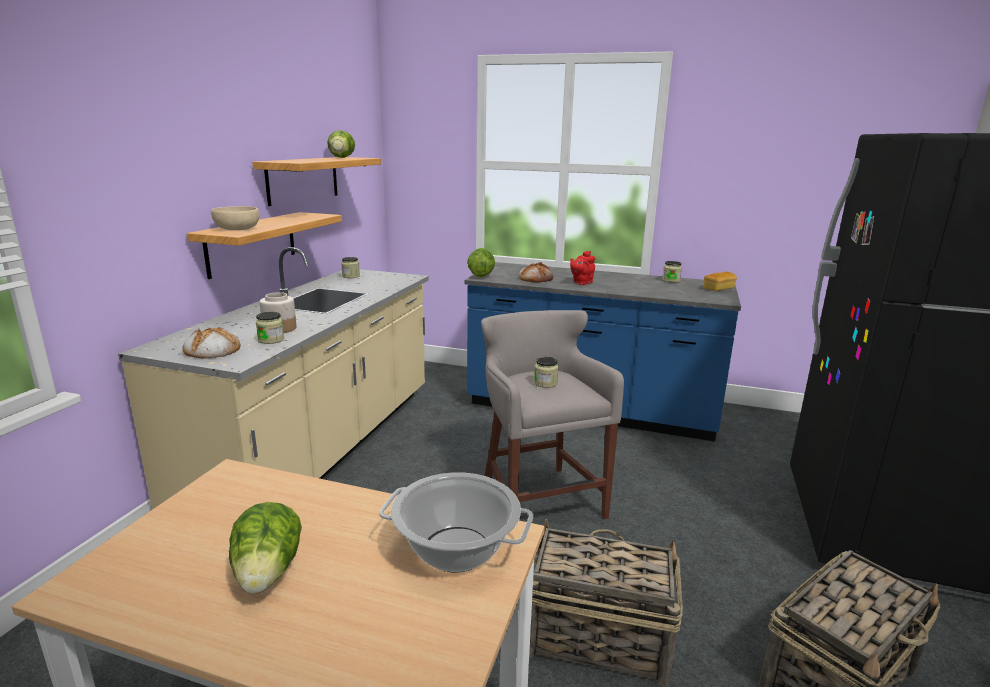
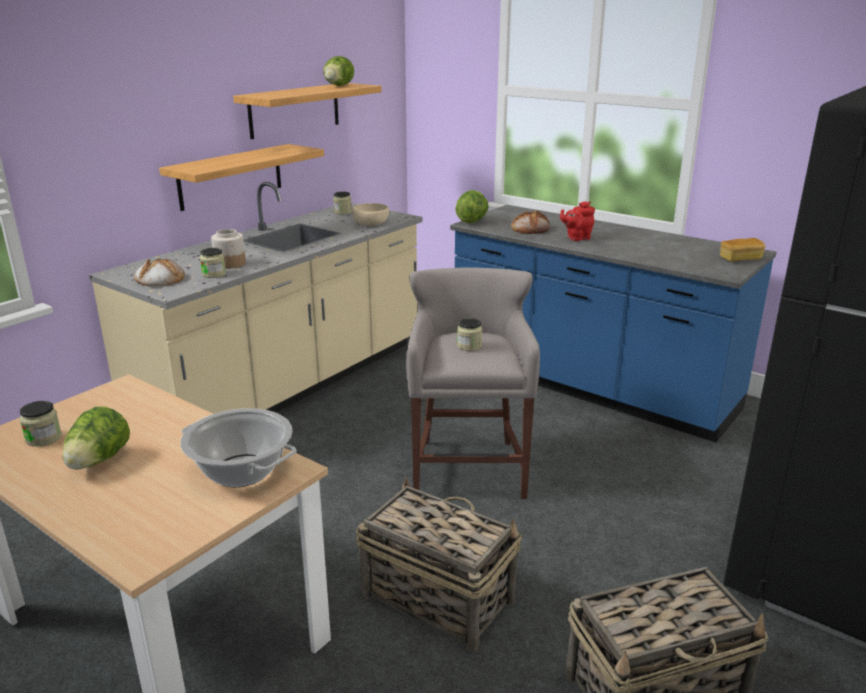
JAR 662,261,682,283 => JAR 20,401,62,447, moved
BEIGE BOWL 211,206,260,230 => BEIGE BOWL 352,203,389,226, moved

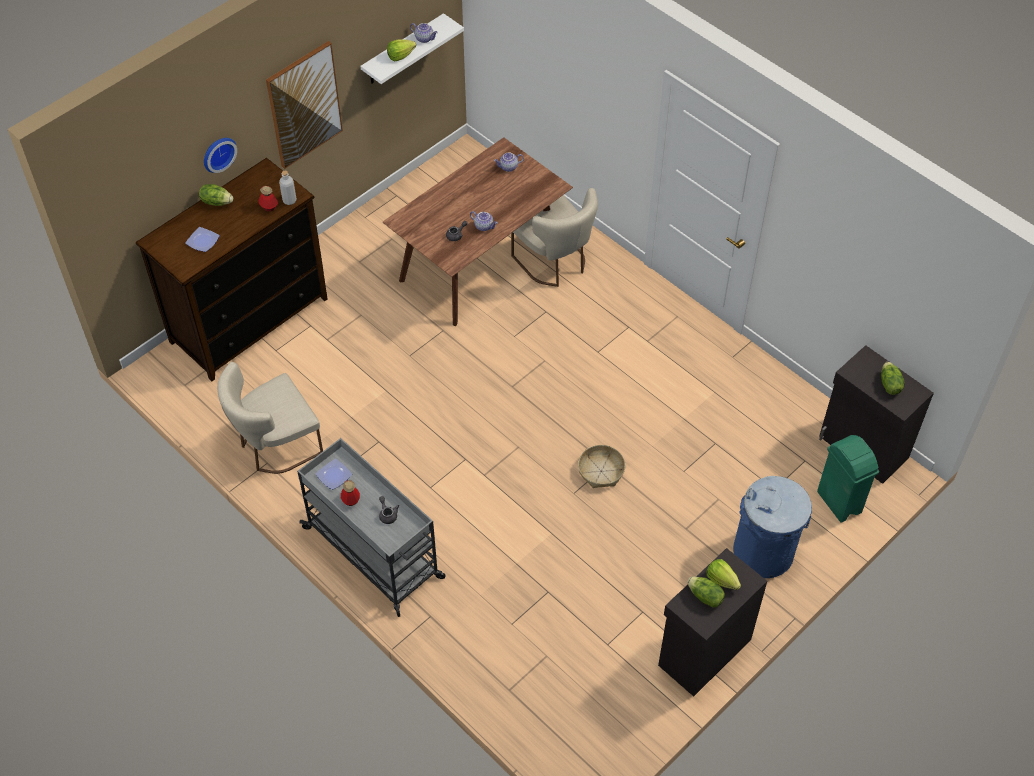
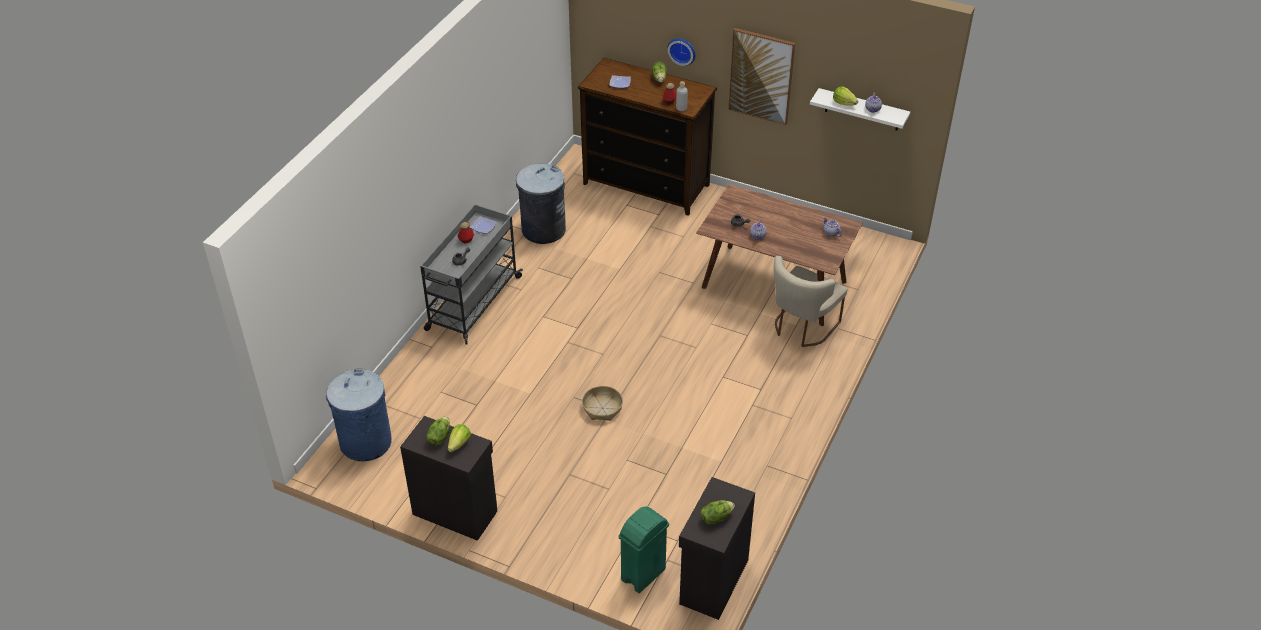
BLUE TRASH CAN 733,476,812,578 => BLUE TRASH CAN 326,368,392,461, moved
BEIGE CHAIR 217,362,323,474 => GREY TRASH CAN 516,163,566,244

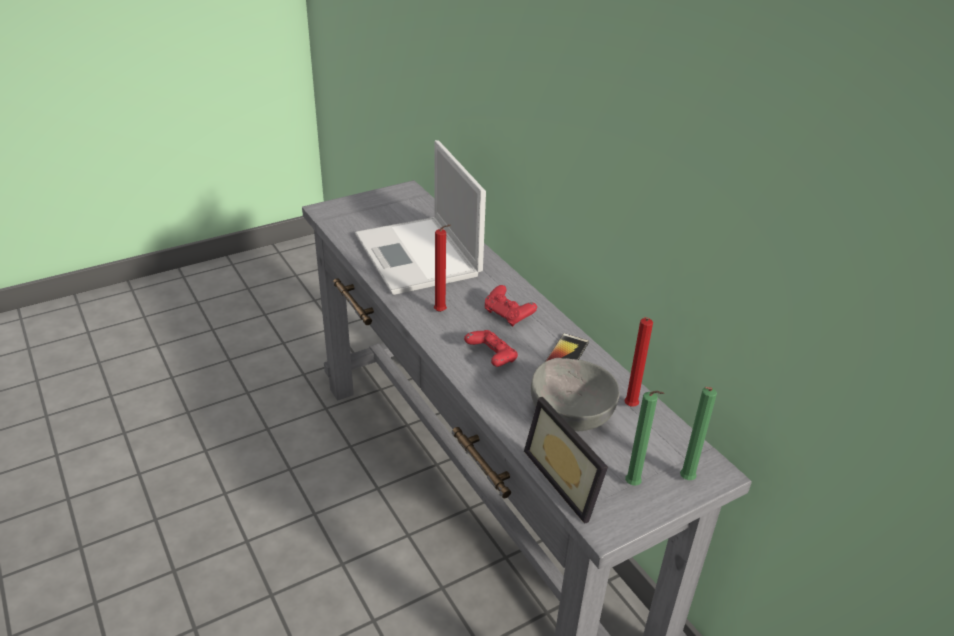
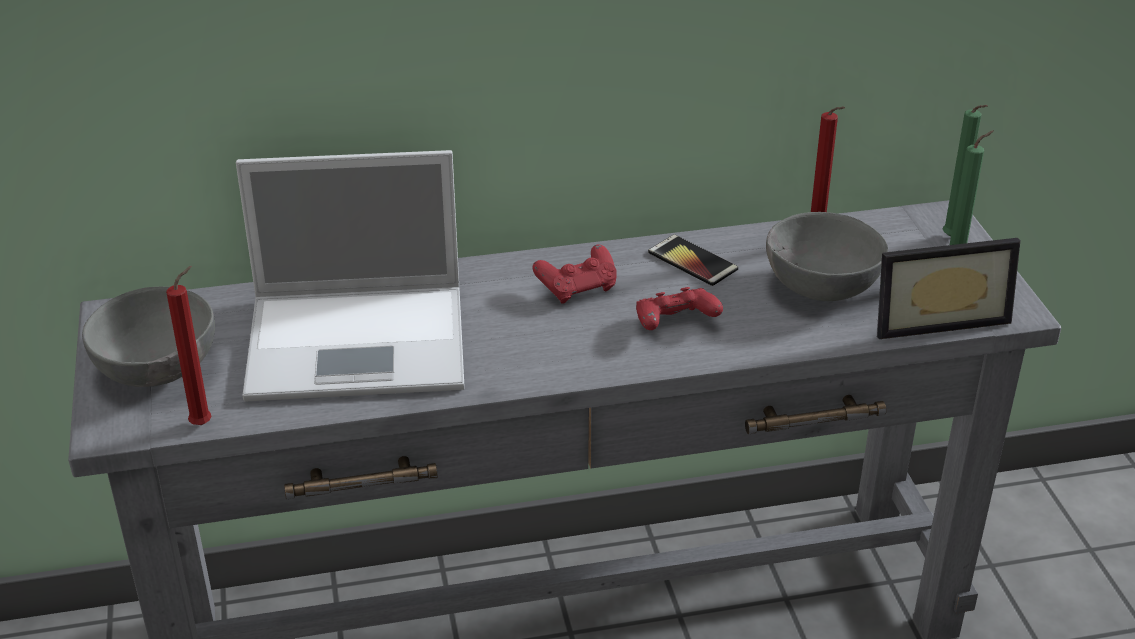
nothing => GREY BOWL 82,287,215,387
RED CANDLE 434,225,451,312 => RED CANDLE 166,266,212,425, moved

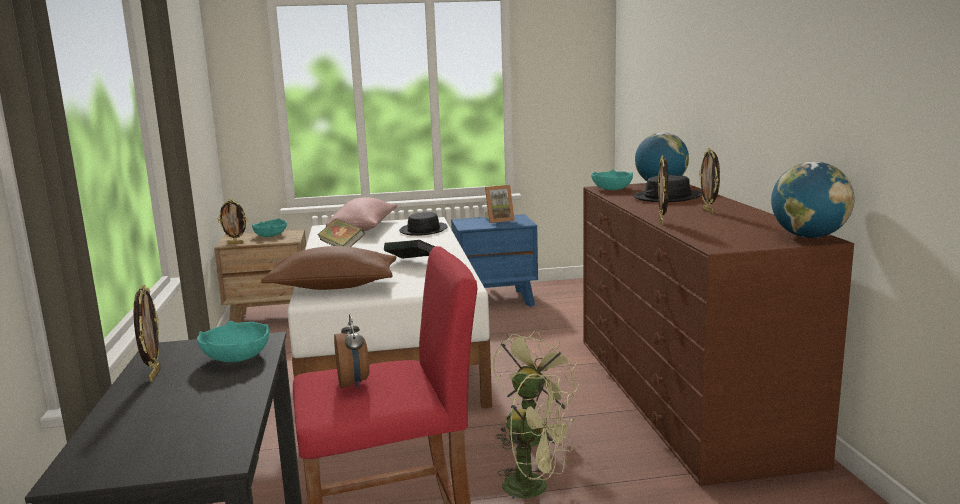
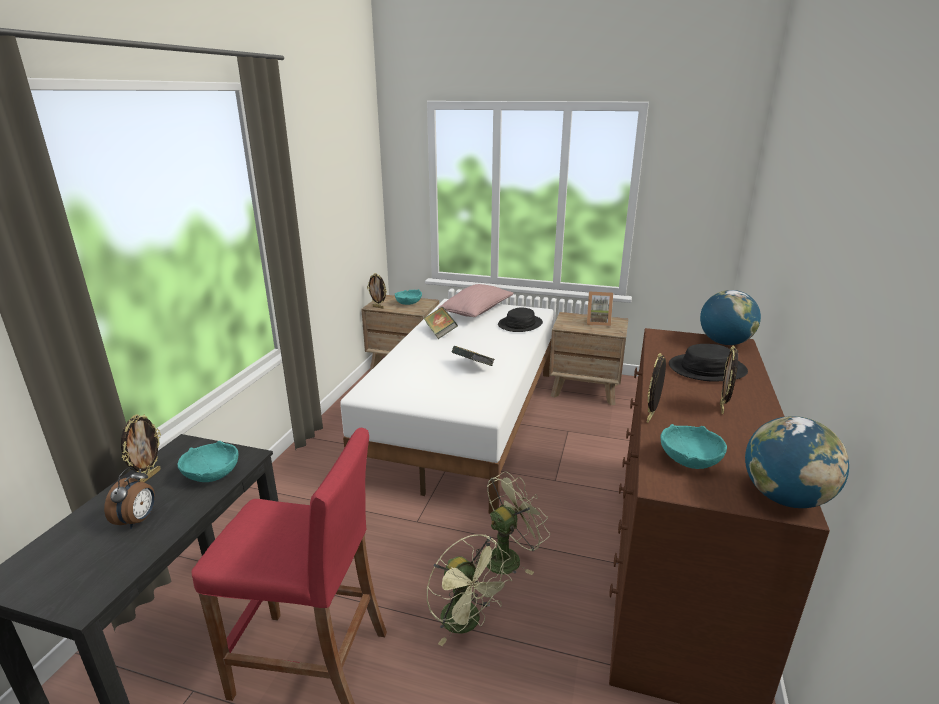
ALARM CLOCK 334,314,369,389 => ALARM CLOCK 104,467,155,529, moved
BLUE NIGHTSTAND 451,214,538,307 => BROWN NIGHTSTAND 549,312,628,406
TURQUOISE BOWL 591,170,633,190 => TURQUOISE BOWL 661,424,727,469, moved
BROWN PILLOW 261,246,397,290 => nothing

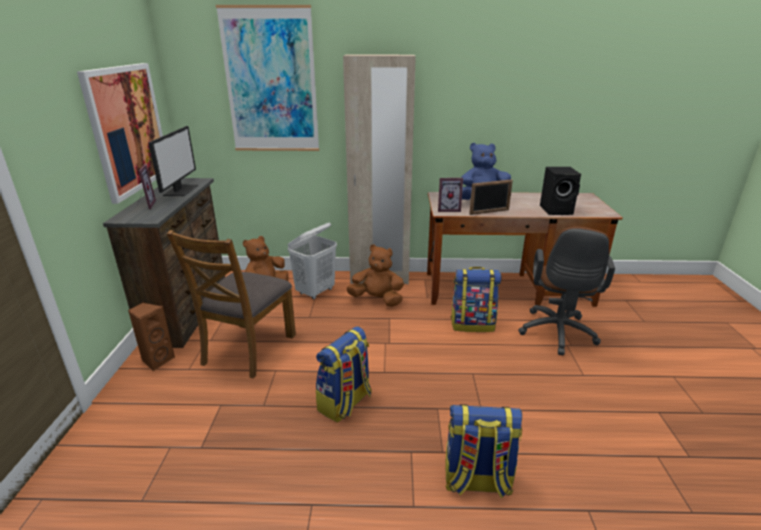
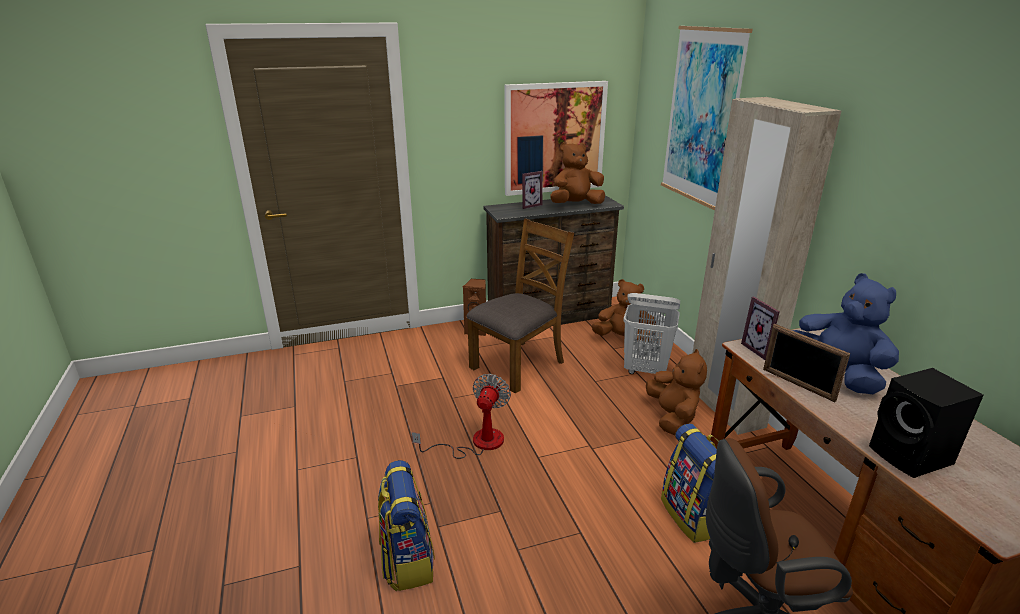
BACKPACK 316,326,372,423 => FAN 412,374,511,459
BROWN CHAIR 166,230,296,379 => BROWN CHAIR 466,218,574,393, 135 degrees clockwise
MONITOR 148,126,198,196 => BROWN PLUSH TOY 550,142,605,204

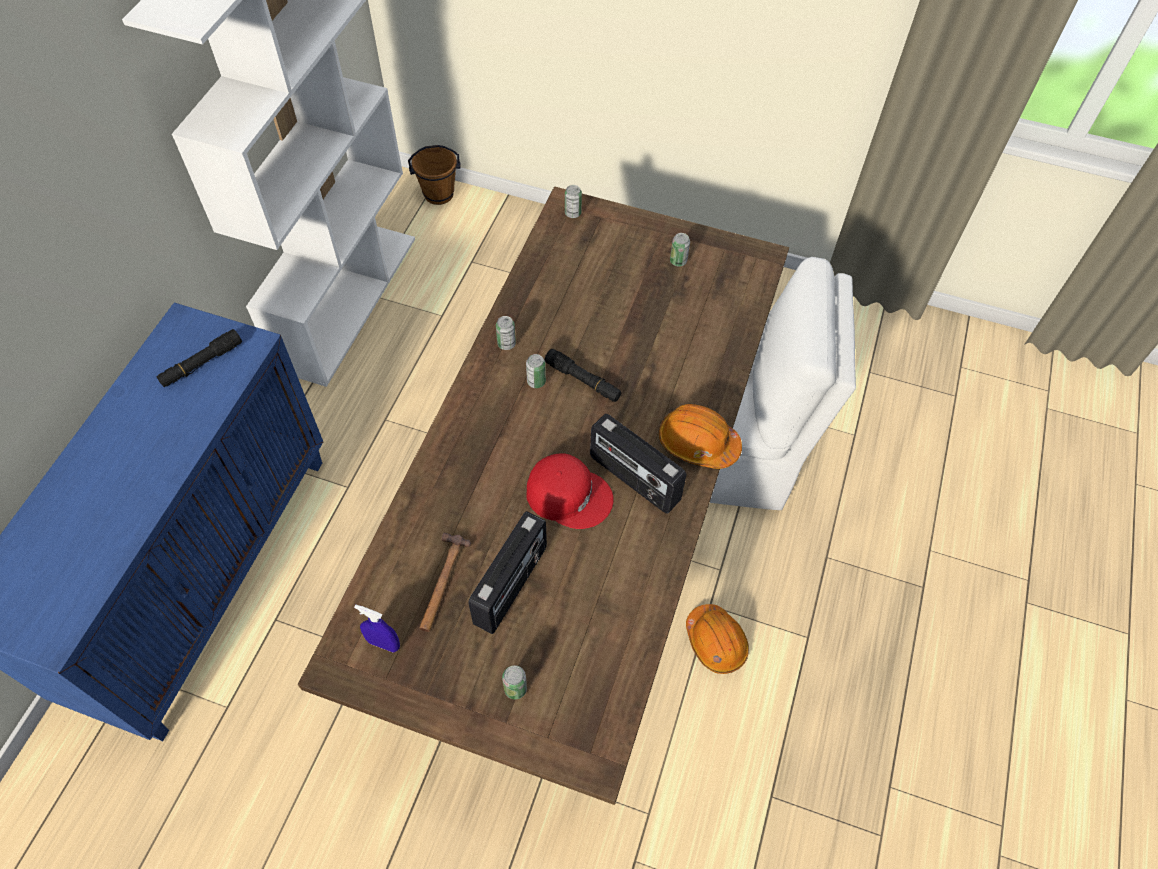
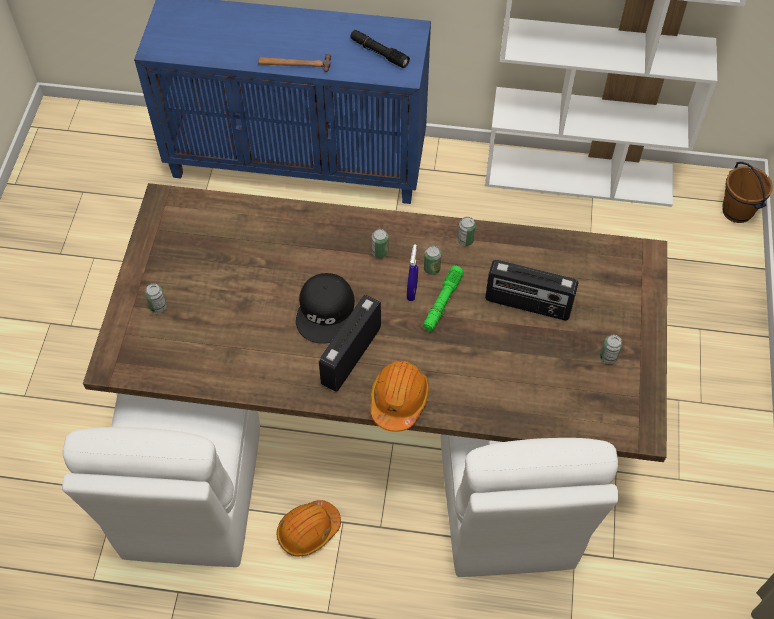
nothing => WHITE CHAIR 62,393,260,567
HAMMER 419,532,471,632 => HAMMER 258,54,331,72, moved
RED CAP 526,453,613,529 => BLACK CAP 296,273,355,344
CAN 565,185,582,218 => CAN 372,229,388,258, moved
BLUE SPRAY BOTTLE 354,605,400,653 => BLUE SPRAY BOTTLE 407,244,418,301, moved
BLACK FLASHLIGHT 545,349,622,402 => GREEN FLASHLIGHT 423,265,464,331
RADIO 468,511,547,634 => RADIO 485,260,578,320, moved

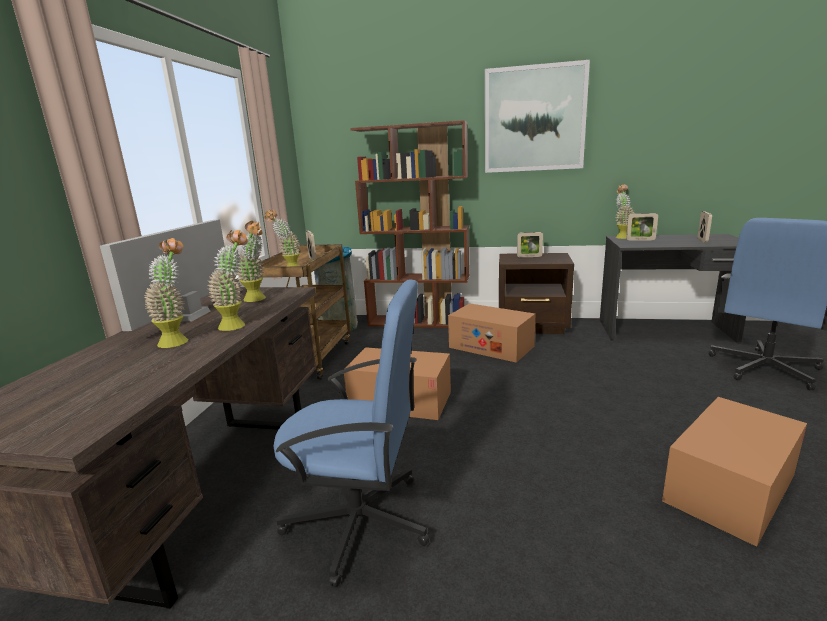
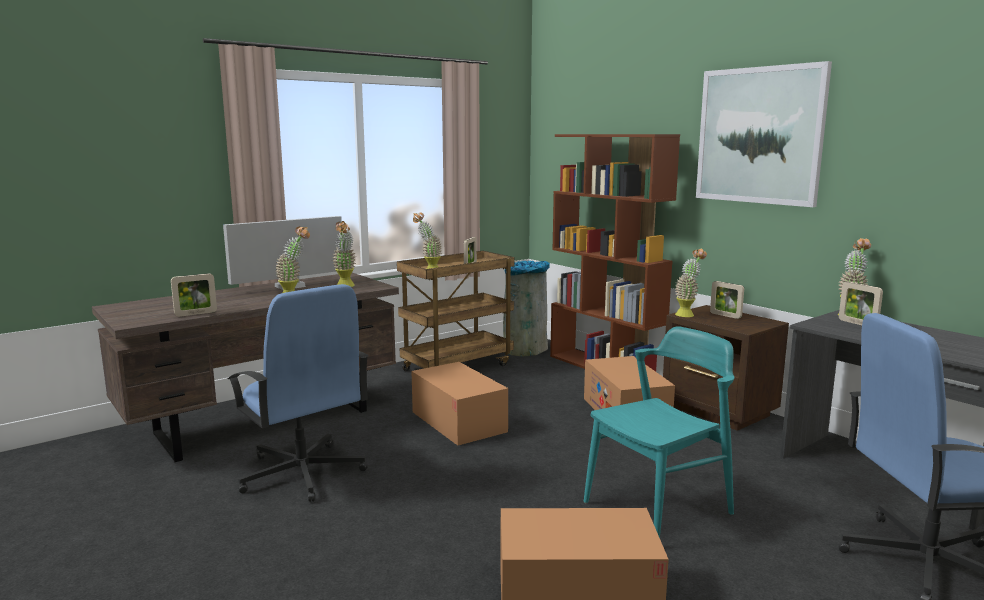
PICTURE FRAME 698,211,712,243 => PICTURE FRAME 171,273,217,317, moved
nothing => TURQUOISE CHAIR 584,326,735,538
POTTED PLANT 144,238,188,348 => POTTED PLANT 675,248,707,317, moved

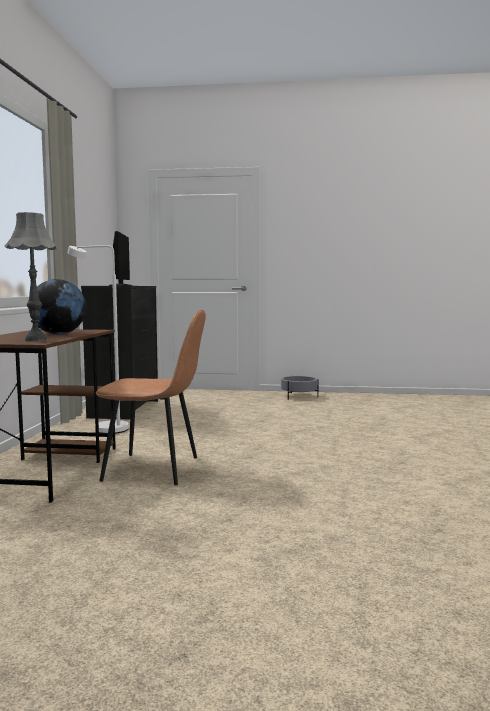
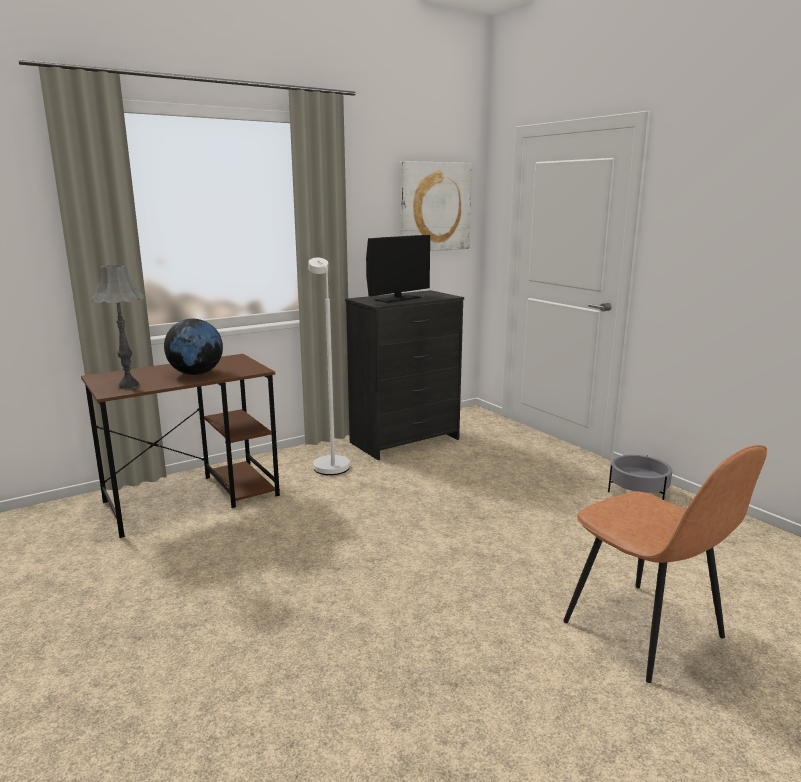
nothing => PICTURE 399,161,472,251
BROWN CHAIR 96,310,206,485 => BROWN CHAIR 563,445,767,683, moved

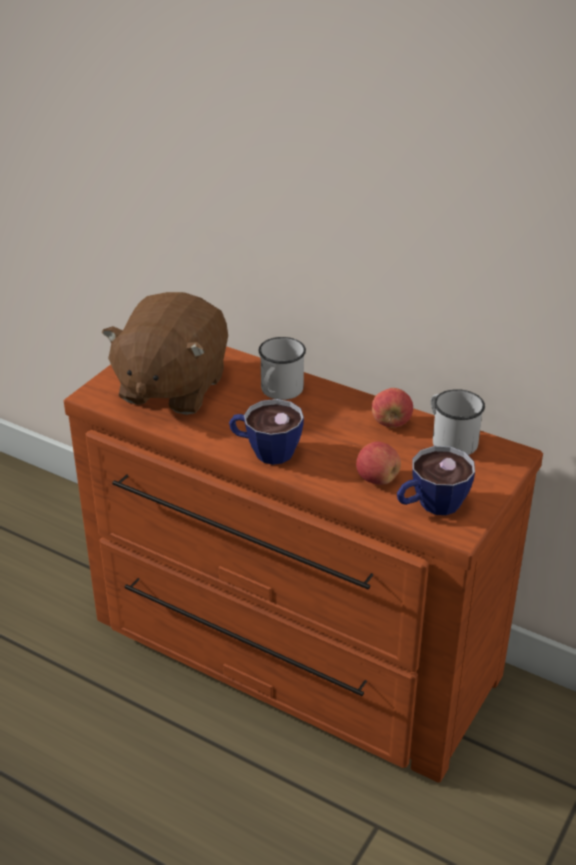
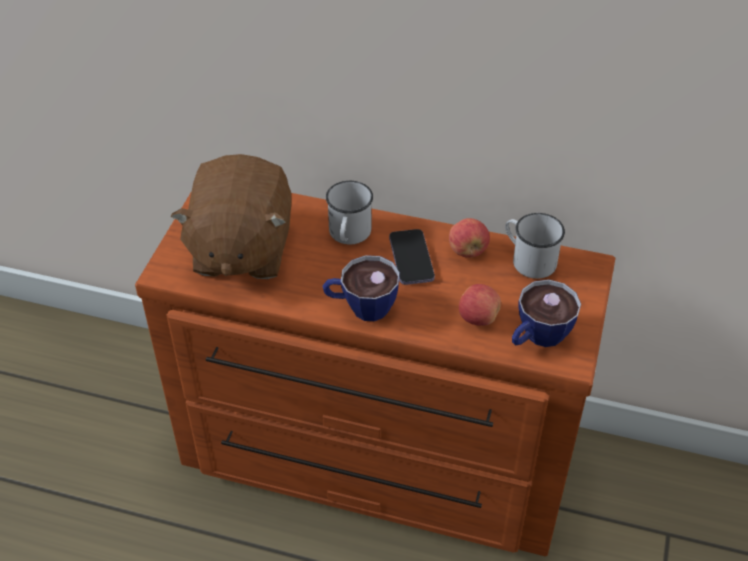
nothing => PHONE 389,229,435,285

